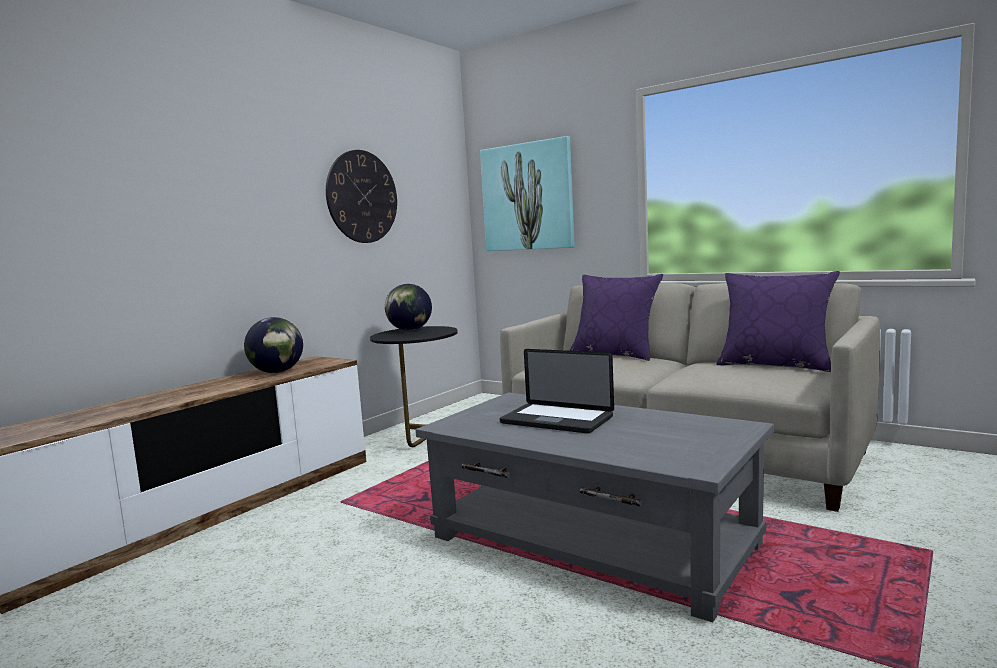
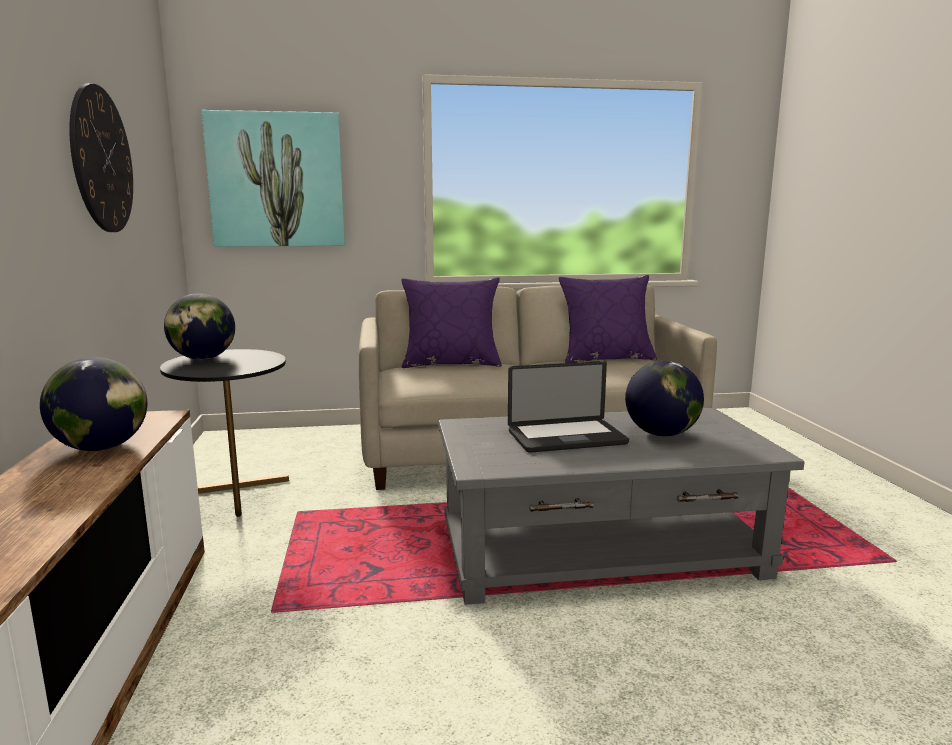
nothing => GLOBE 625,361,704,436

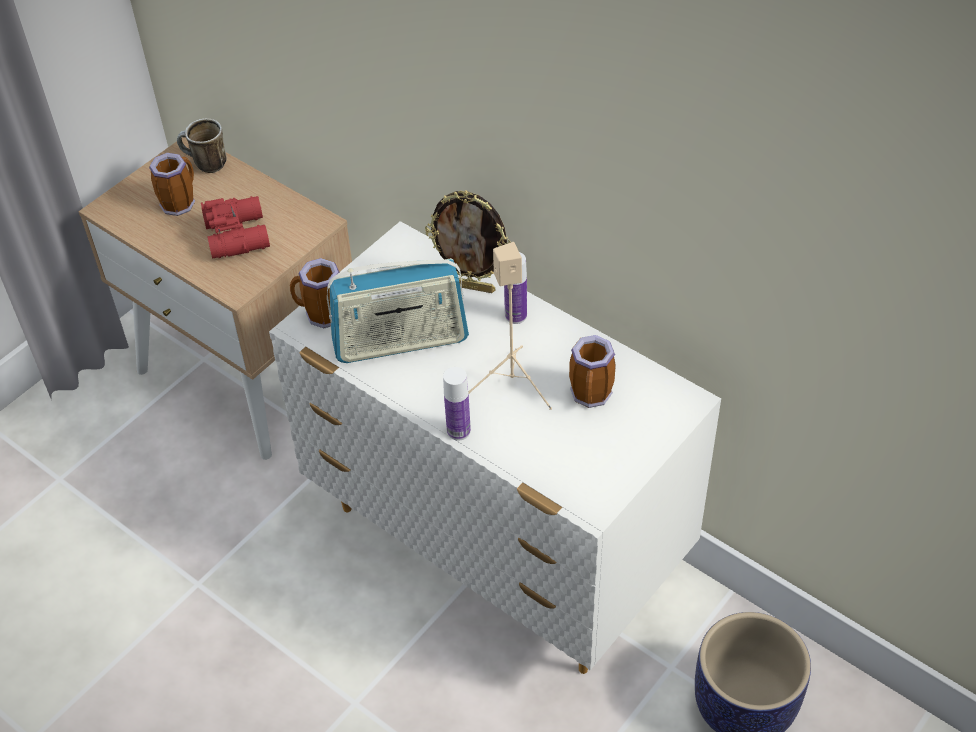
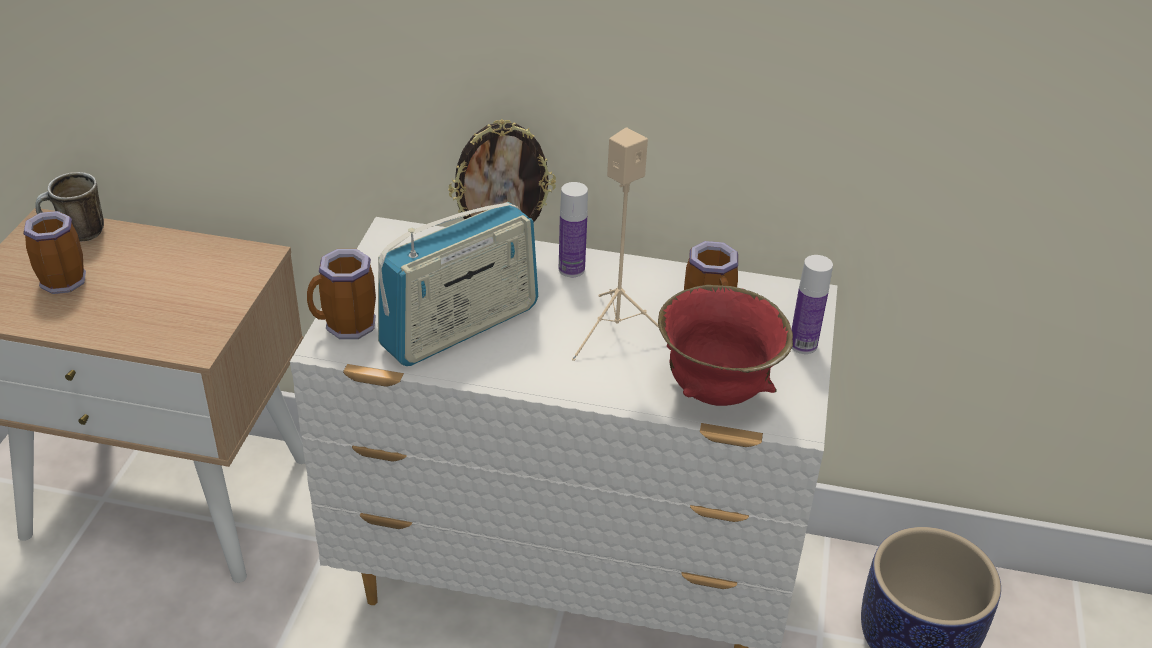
nothing => RED BOWL 658,285,793,406
BOTTLE 443,367,471,441 => BOTTLE 791,255,833,354, moved
RED BINOCULARS 201,196,270,259 => nothing

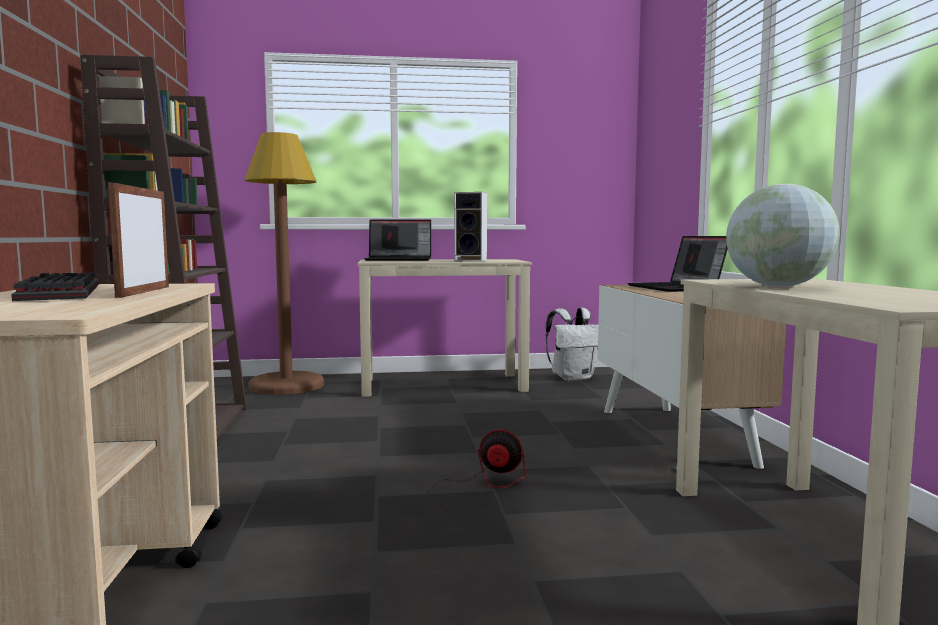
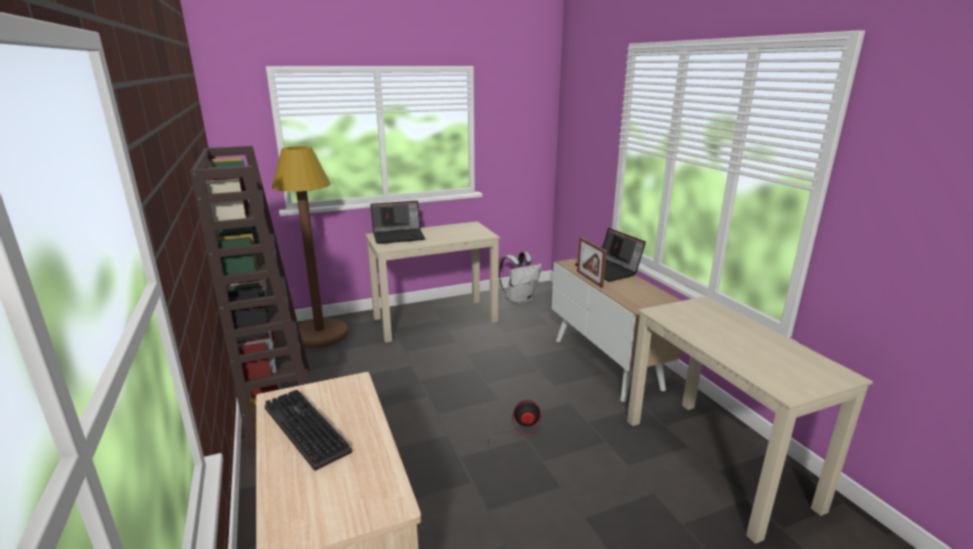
PICTURE FRAME 108,183,169,298 => PICTURE FRAME 577,237,606,288, moved
SPEAKER 454,192,487,262 => nothing
GLOBE 726,184,840,287 => nothing

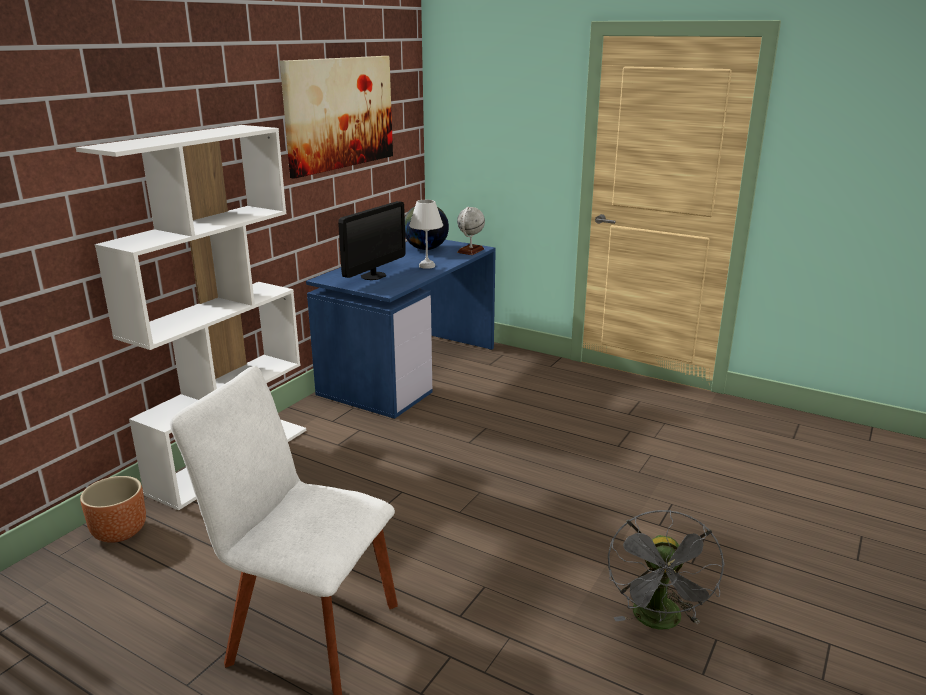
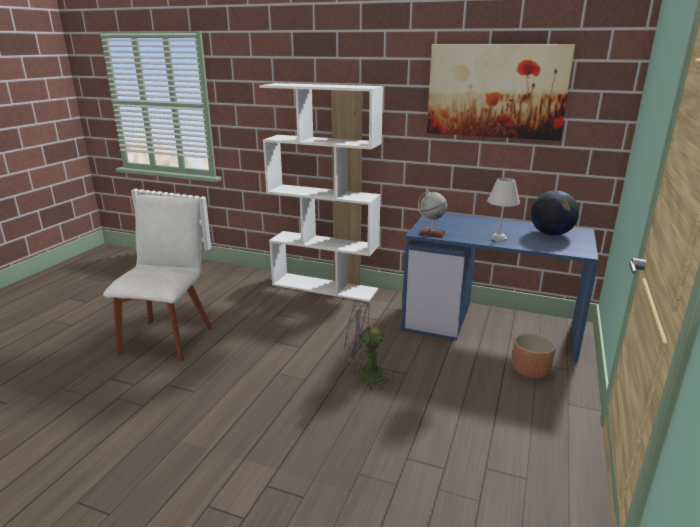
GREY FAN 608,510,725,630 => GREY FAN 344,302,395,391, moved
GLOBE 457,207,485,255 => GLOBE 418,191,447,238, moved
BROWN PLANTER 80,476,146,543 => BROWN PLANTER 512,333,556,379, moved
MONITOR 338,201,406,280 => nothing

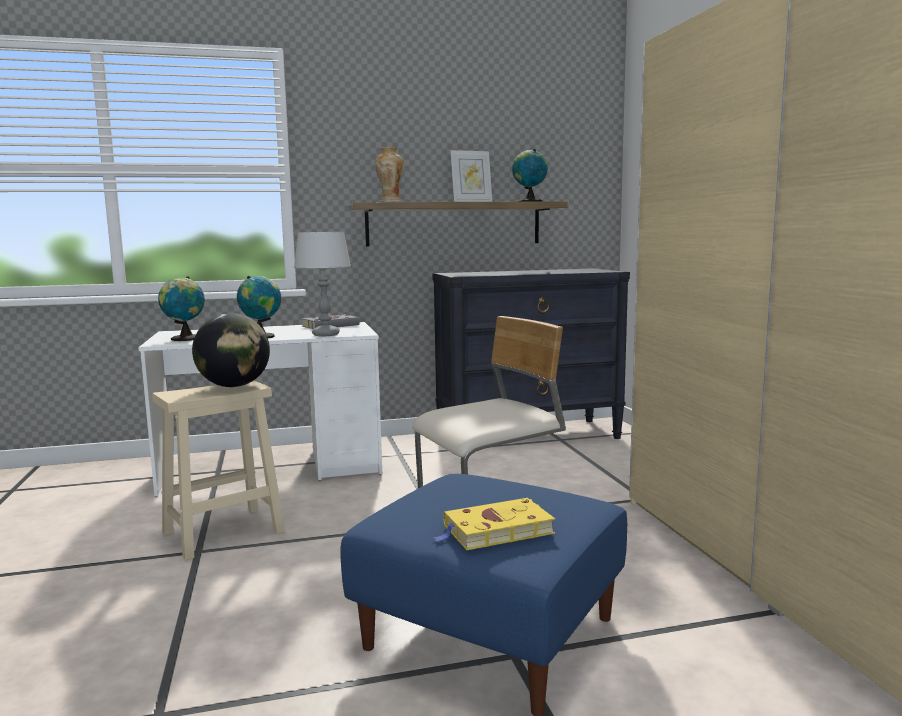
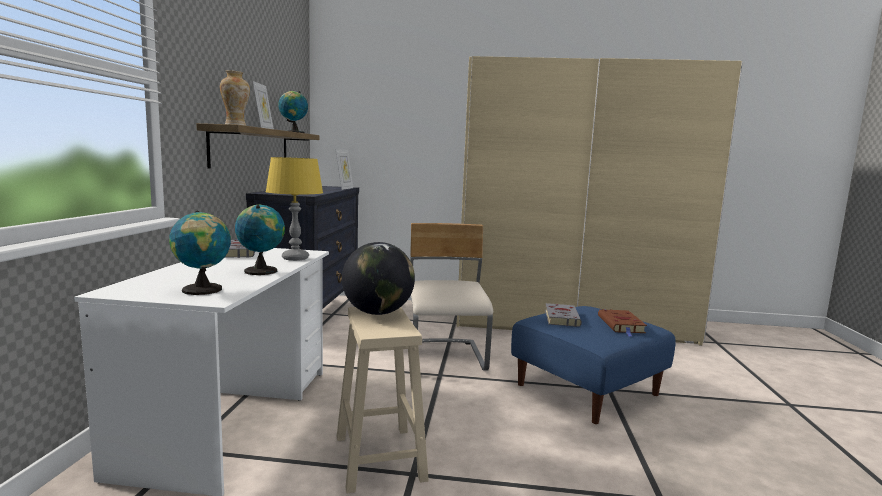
GREY TABLE LAMP 294,232,351,336 => YELLOW TABLE LAMP 265,157,323,261
nothing => PICTURE FRAME 336,149,353,190
nothing => GREY BOOK 545,303,582,327
YELLOW BOOK 434,498,555,550 => BROWN BOOK 598,309,647,337

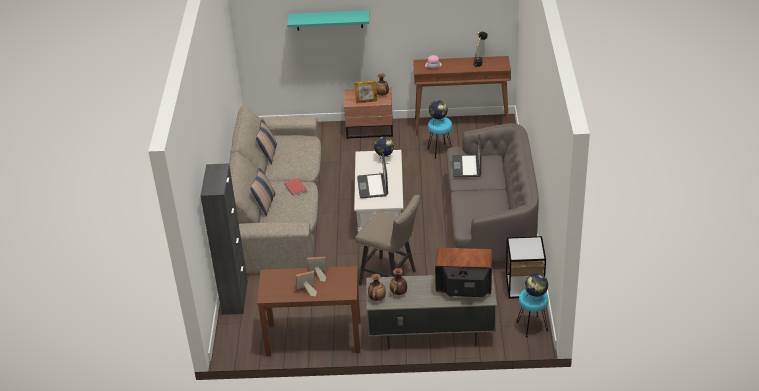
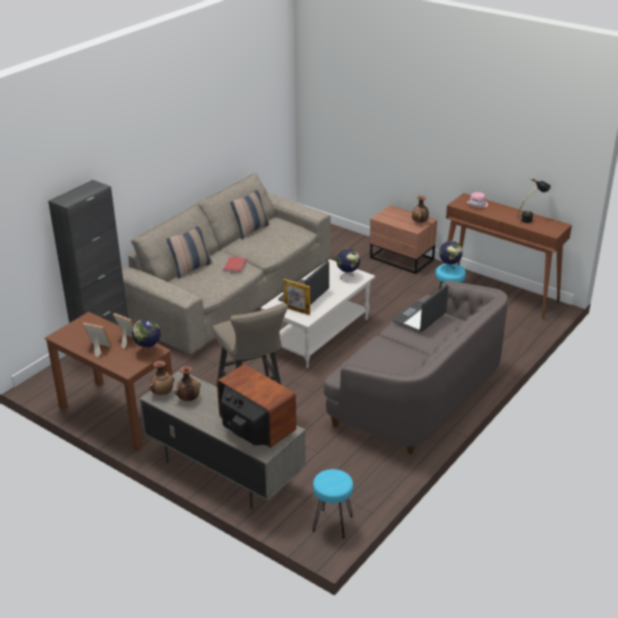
GLOBE 525,273,548,301 => GLOBE 132,319,161,355, moved
PICTURE FRAME 354,80,377,104 => PICTURE FRAME 283,279,310,315, moved
TURQUOISE SHELF 287,10,369,31 => nothing
SIDE TABLE 506,236,546,299 => nothing

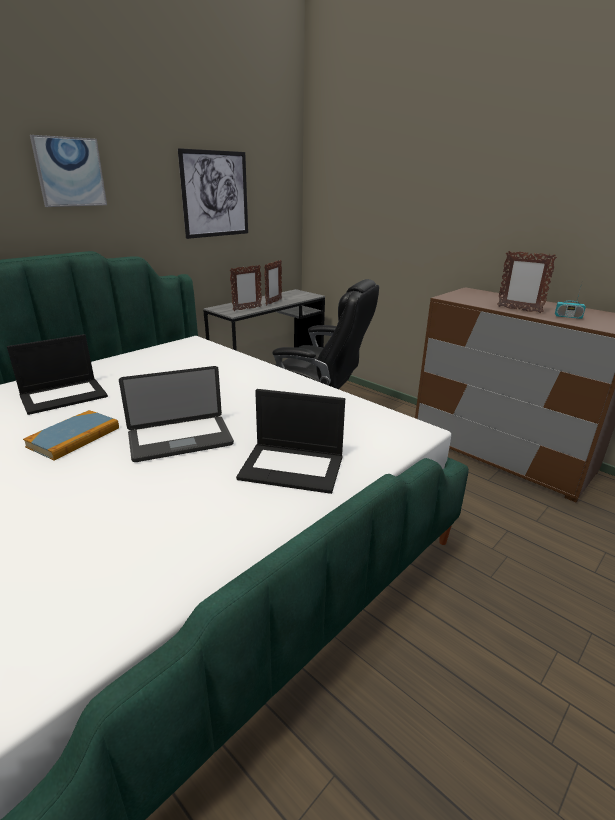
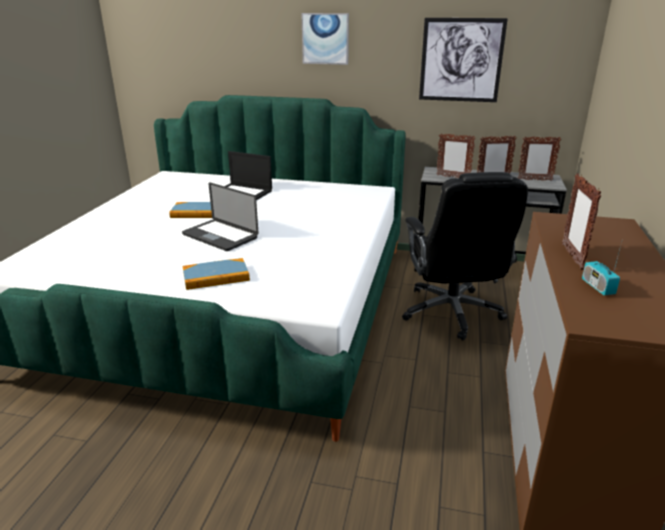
LAPTOP 236,389,345,494 => BOOK 182,258,250,290
nothing => PICTURE FRAME 518,136,561,181

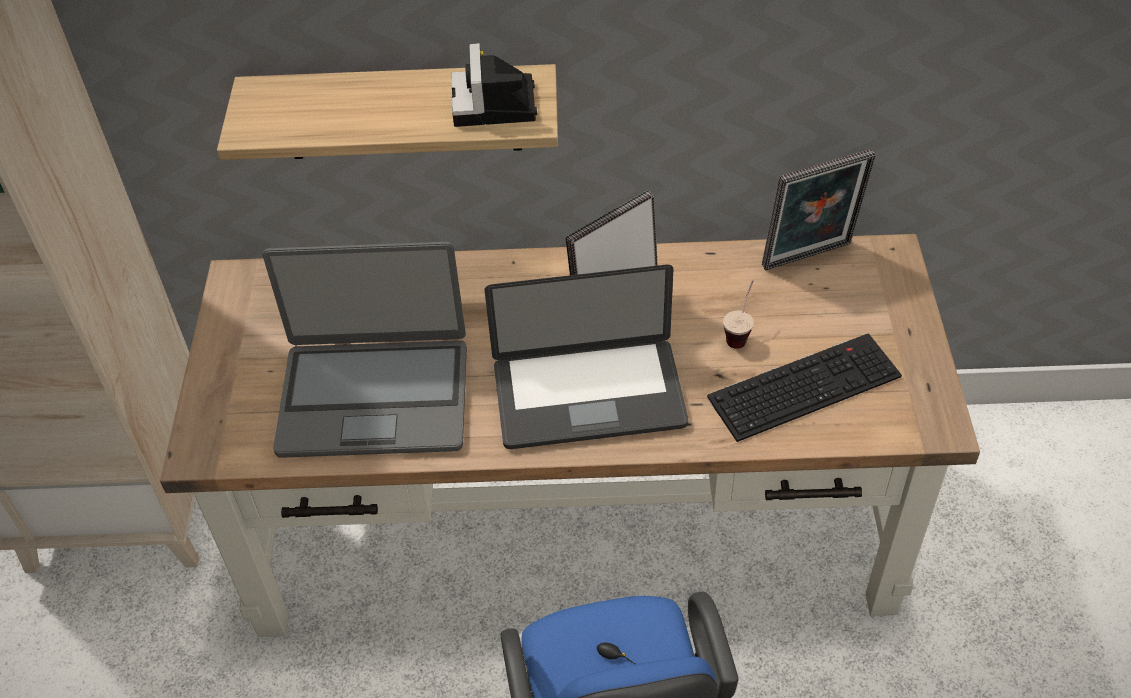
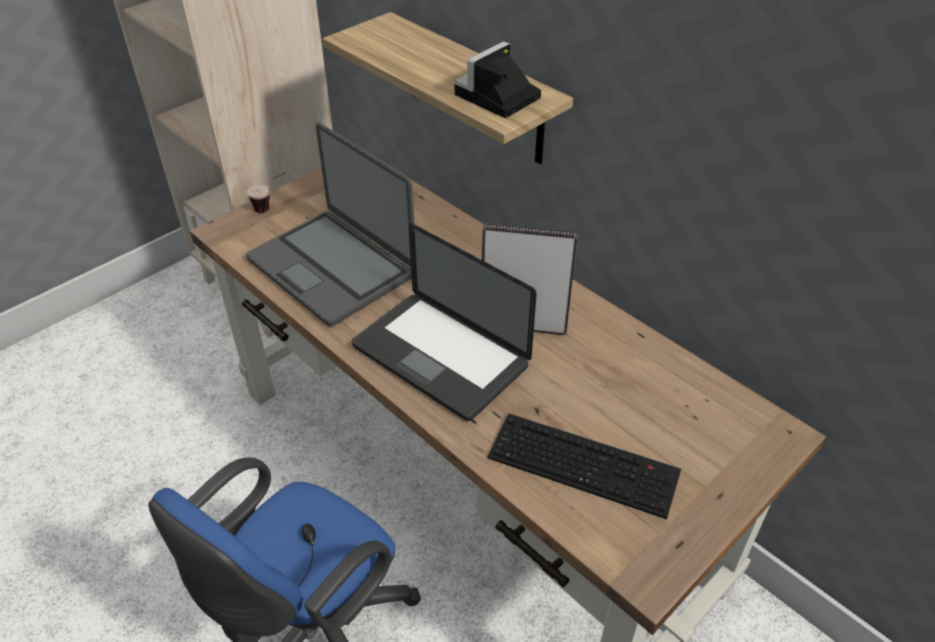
CUP 723,280,754,349 => CUP 247,173,286,213, moved
PICTURE FRAME 762,149,876,270 => nothing

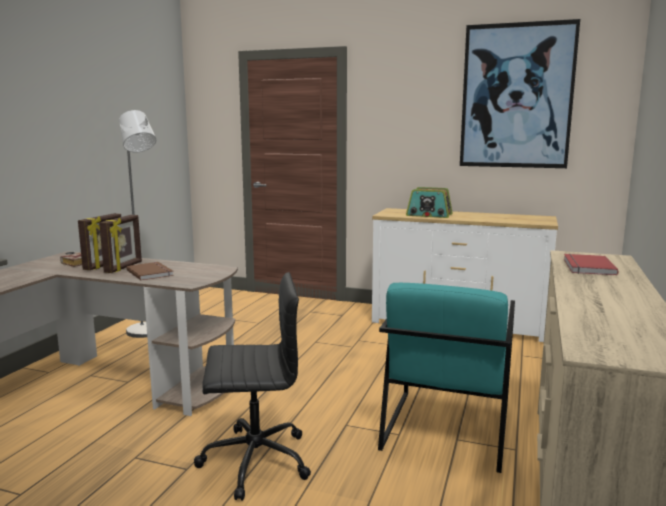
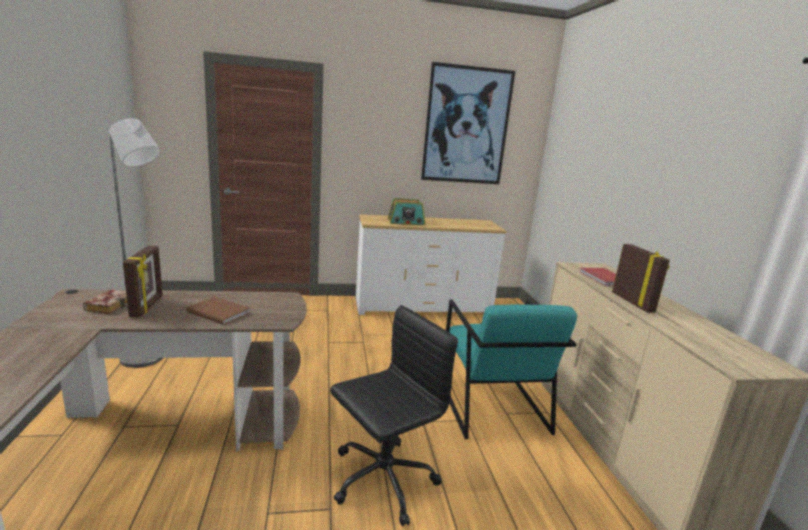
PICTURE FRAME 99,215,142,273 => PICTURE FRAME 612,244,670,313, moved

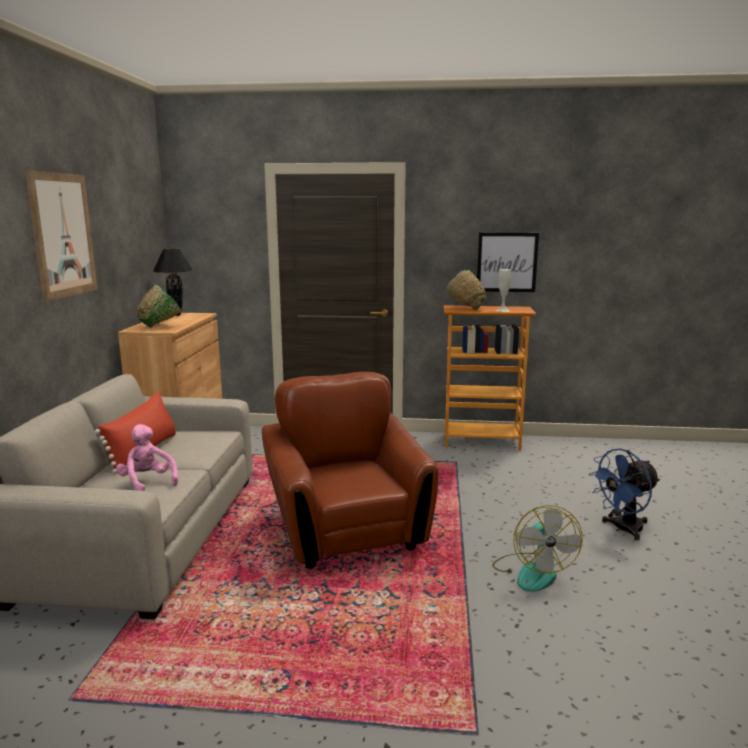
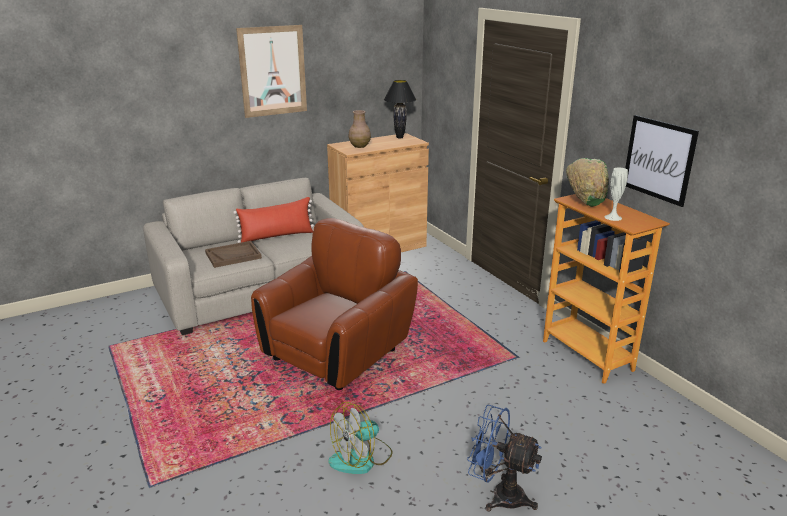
PINK PLUSH TOY 116,424,178,491 => BROWN TRAY 205,241,262,268
GREEN BOWL 137,284,182,328 => BROWN VASE 349,110,371,148

